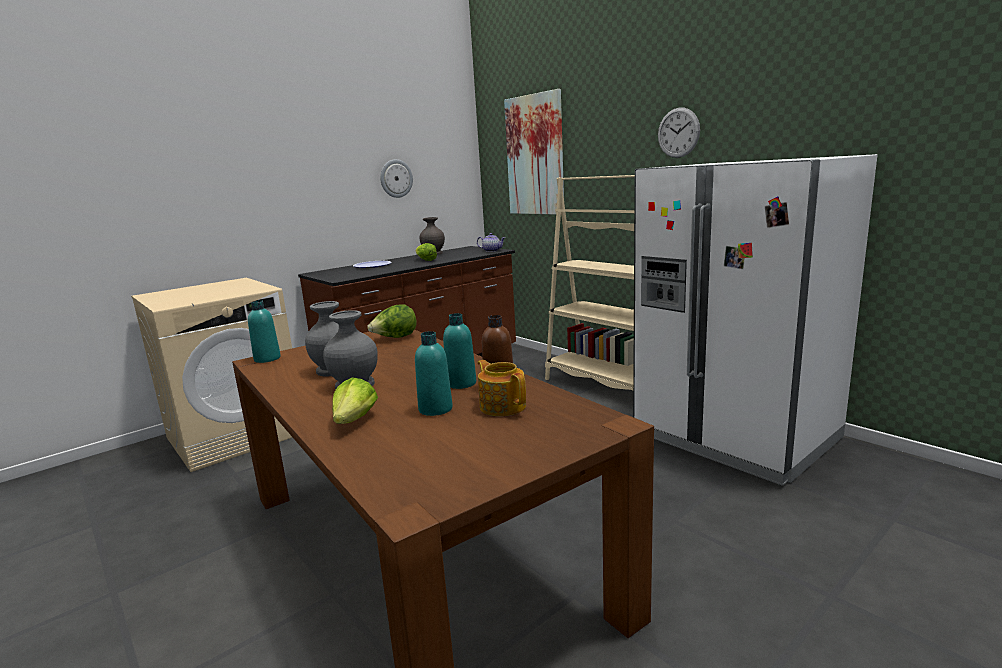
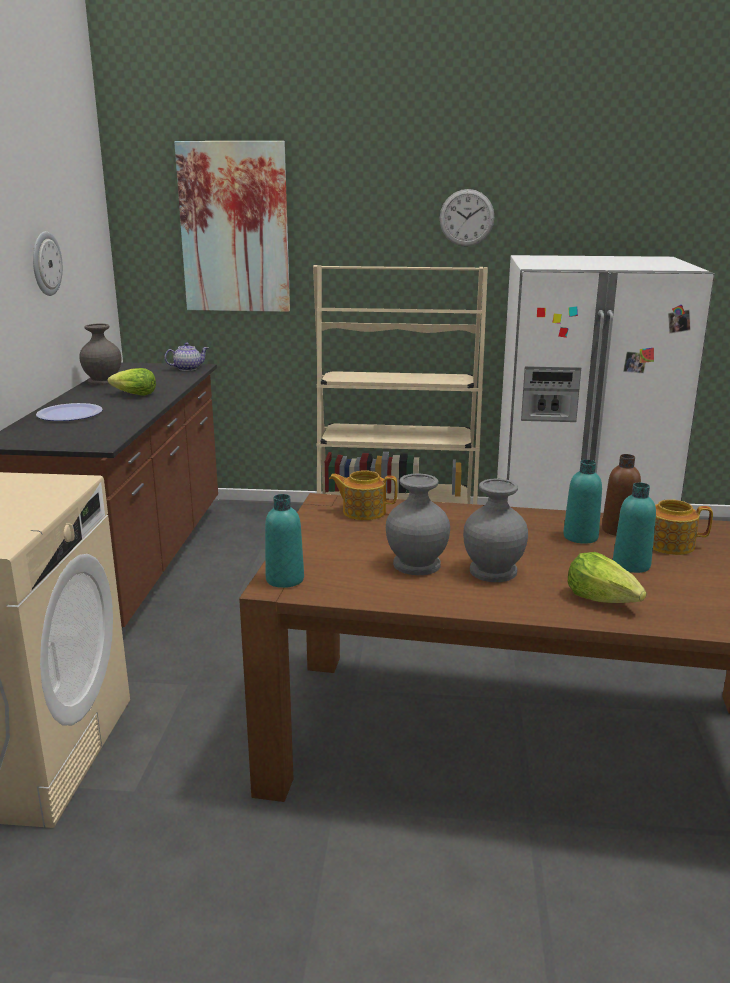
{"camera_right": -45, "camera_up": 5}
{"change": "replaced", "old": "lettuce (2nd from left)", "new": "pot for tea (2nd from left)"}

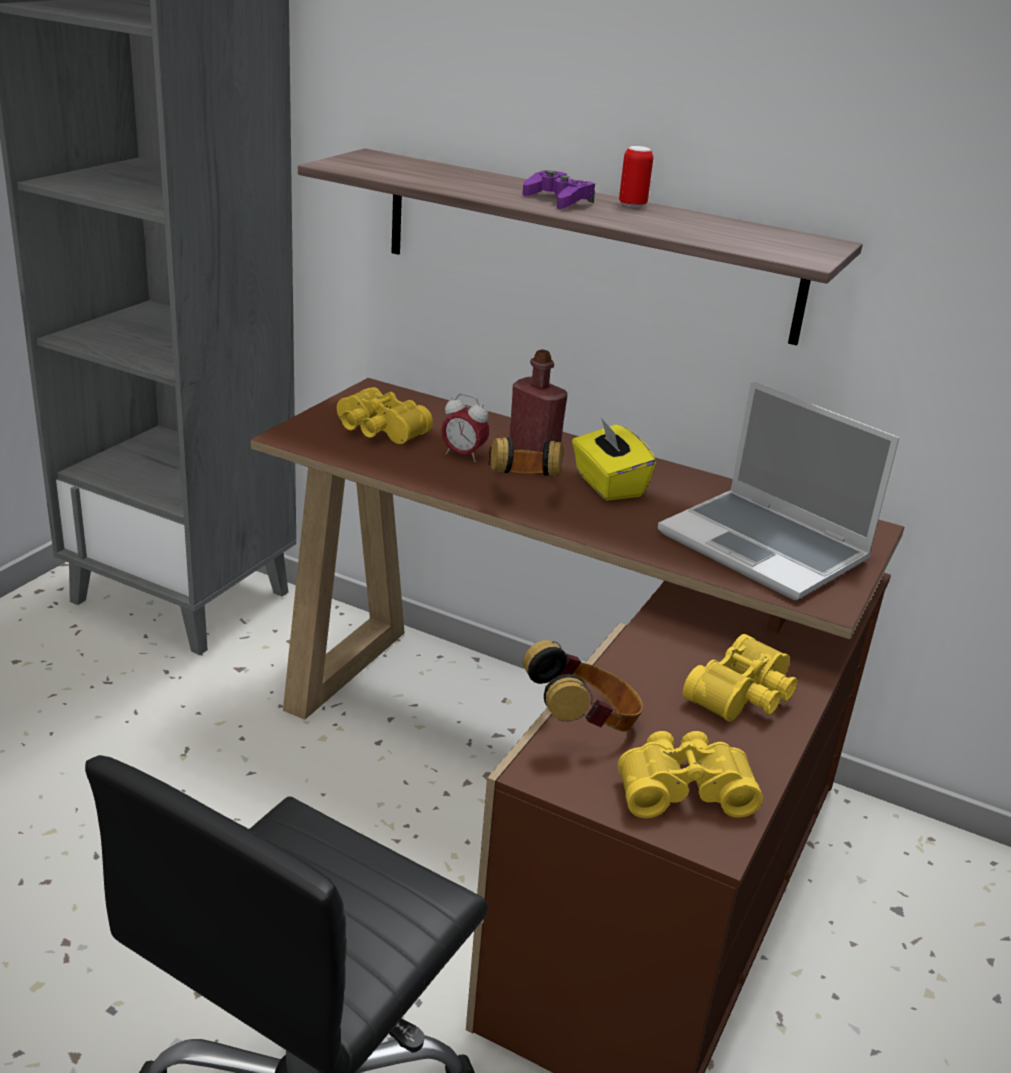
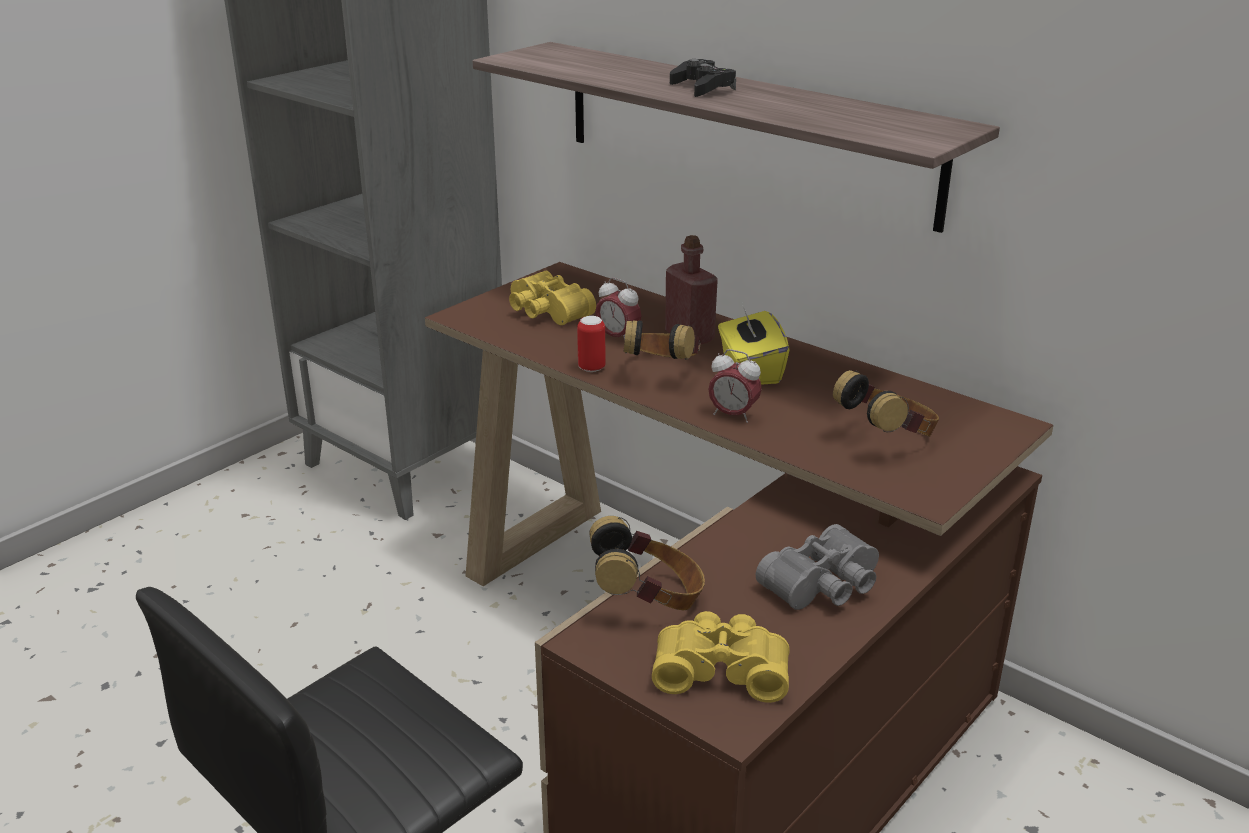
{"camera_right": 15, "camera_up": 0}
{"change": "moved", "old": "can"}
{"change": "recoloured", "old": "game controller in purplish", "new": "game controller in black"}
{"change": "added", "new": "table clock (2nd from left)"}
{"change": "recoloured", "old": "field glasses in yellow-coloured (3rd from left)", "new": "field glasses in greyish"}
{"change": "replaced", "old": "laptop", "new": "headset (3rd from left)"}

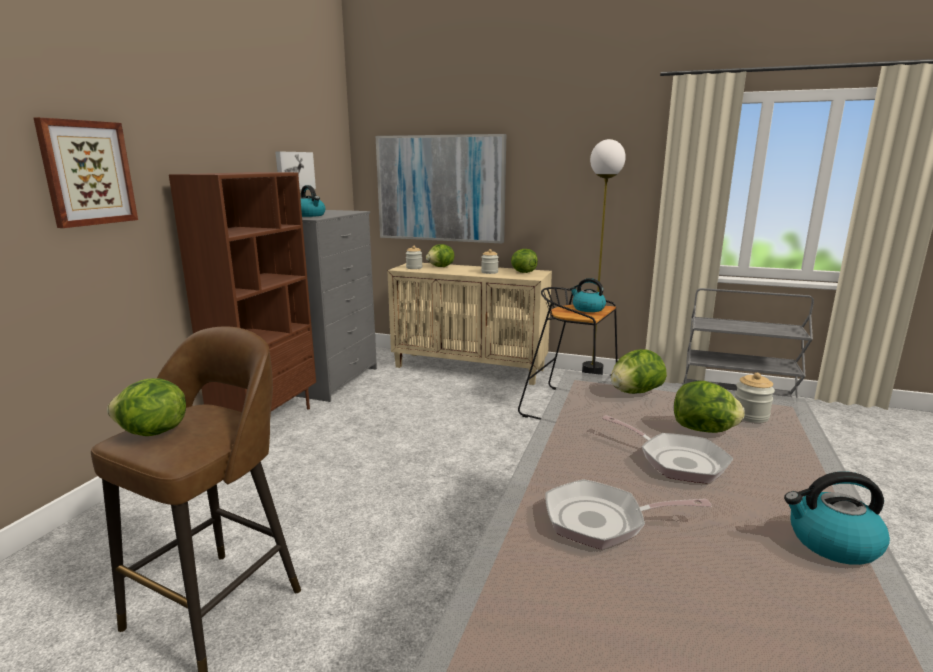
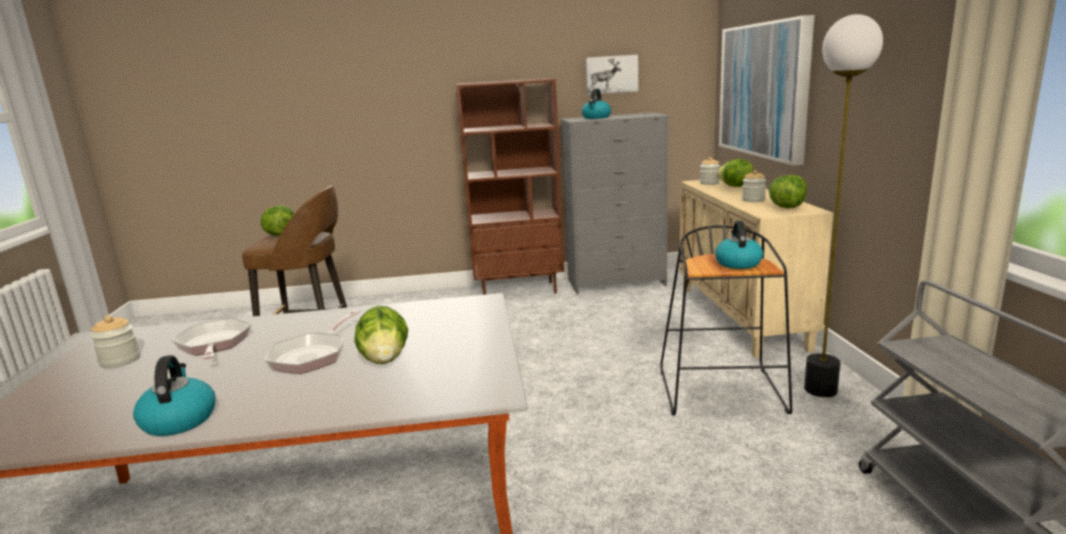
{"camera_right": 65, "camera_up": 0}
{"change": "moved", "old": "jar (3rd from left in the first image)", "new": "jar (1st from left)"}
{"change": "removed", "old": "wall picture (1st from left)"}
{"change": "removed", "old": "lettuce (4th from left)"}

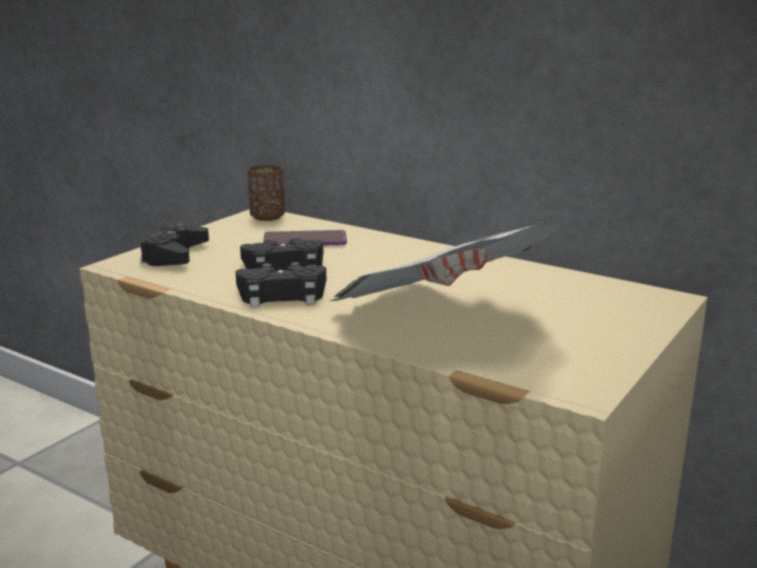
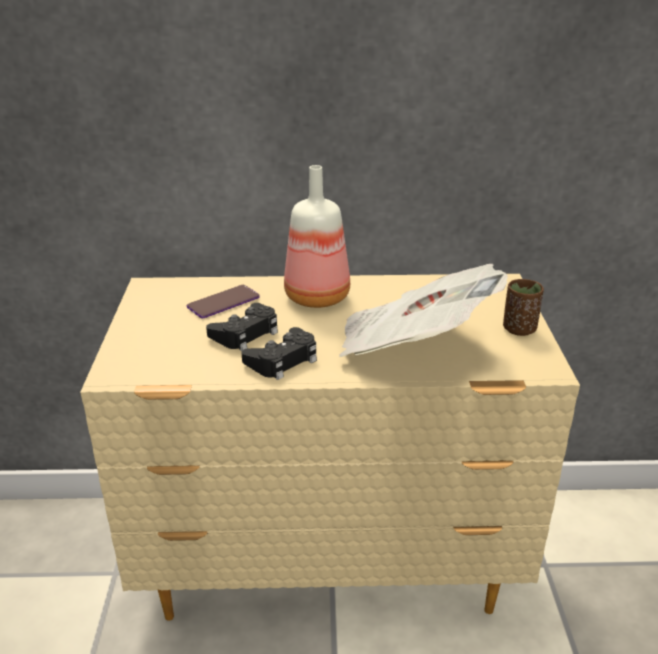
{"camera_right": -35, "camera_up": 10}
{"change": "added", "new": "beverage bottle"}
{"change": "moved", "old": "small cup in brown-coloured"}
{"change": "removed", "old": "game controller in black (1st from left)"}

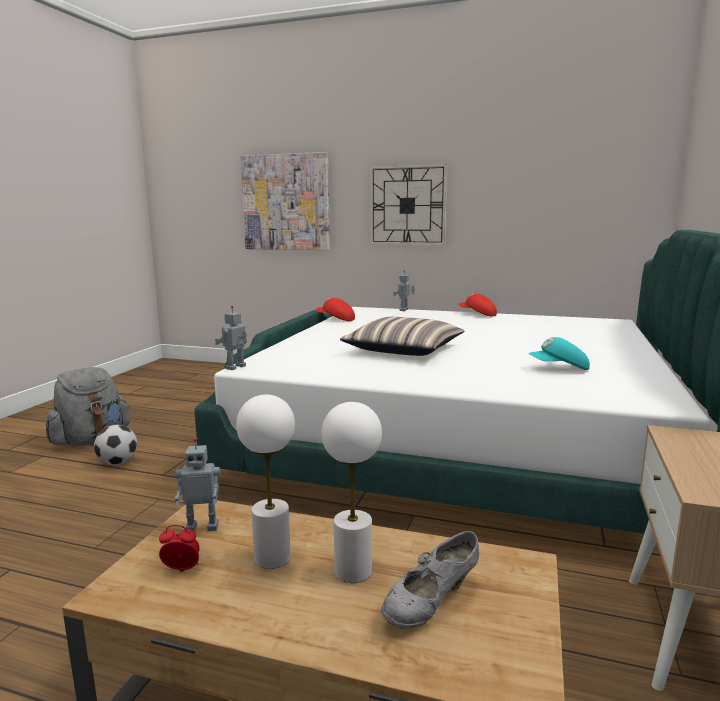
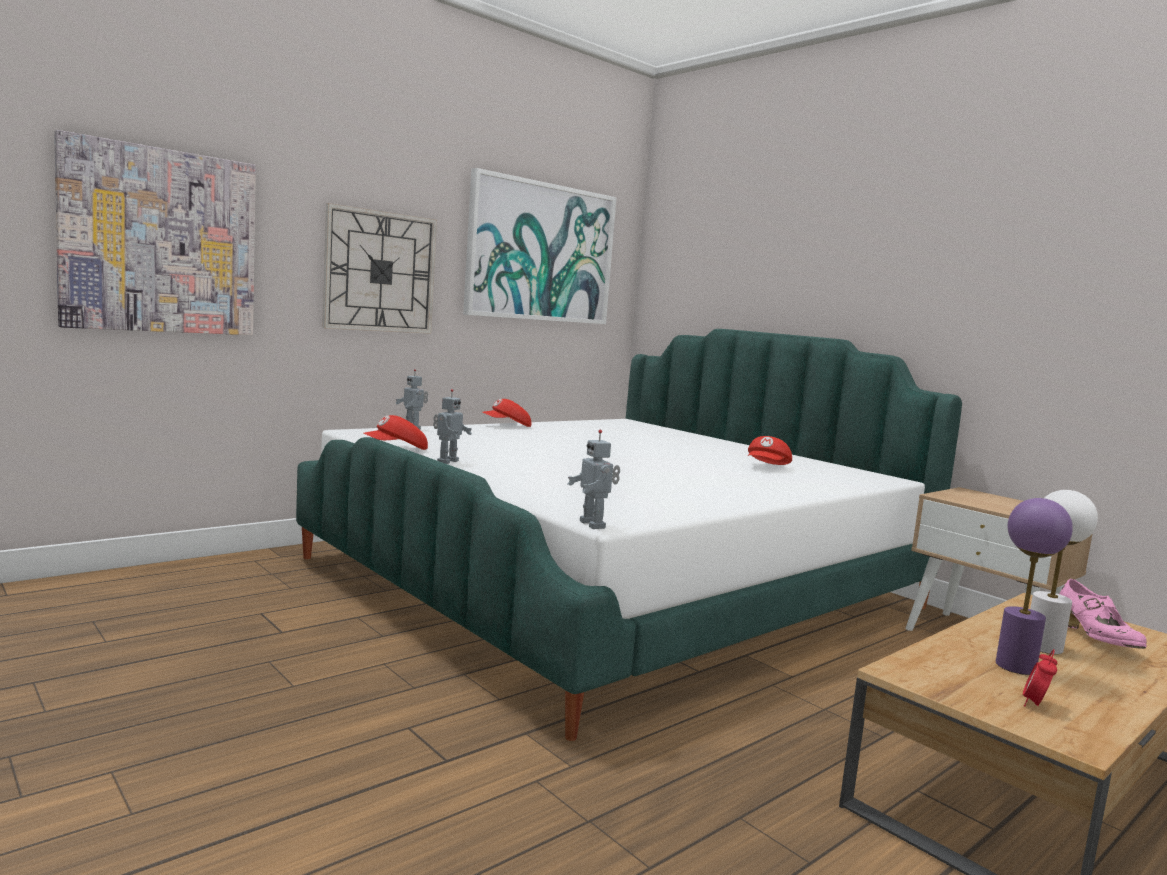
{"camera_right": -60, "camera_up": -5}
{"change": "moved", "old": "robot figure (1st from left in the first image)", "new": "robot figure (2nd from left)"}
{"change": "added", "new": "wall picture (2nd from left)"}
{"change": "recoloured", "old": "baseball cap in blue-green", "new": "baseball cap in red (3rd from left)"}
{"change": "recoloured", "old": "table lamp in whitish (1st from left)", "new": "table lamp in purplish"}
{"change": "recoloured", "old": "shoe in greyish", "new": "shoe in pink"}
{"change": "removed", "old": "rucksack in greyish"}
{"change": "removed", "old": "football"}
{"change": "removed", "old": "cushion"}

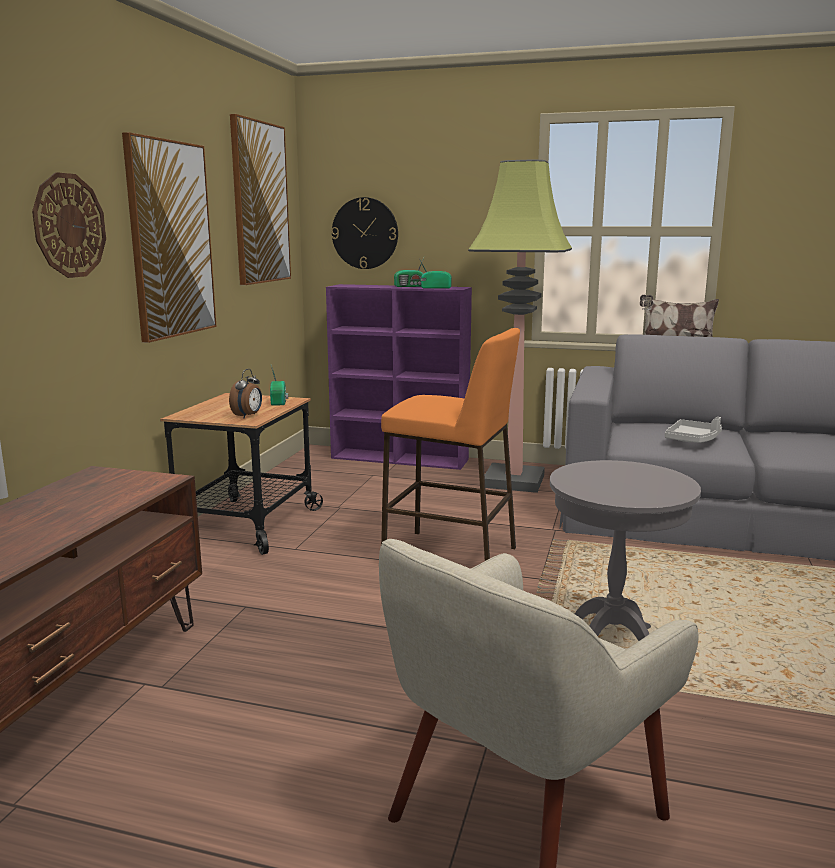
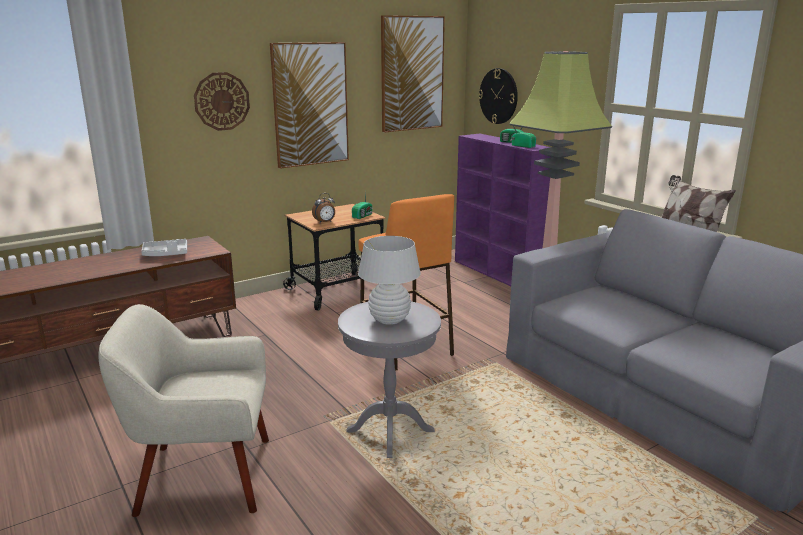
{"camera_right": 40, "camera_up": 5}
{"change": "moved", "old": "serving tray in greyish"}
{"change": "added", "new": "table lamp in whitish"}

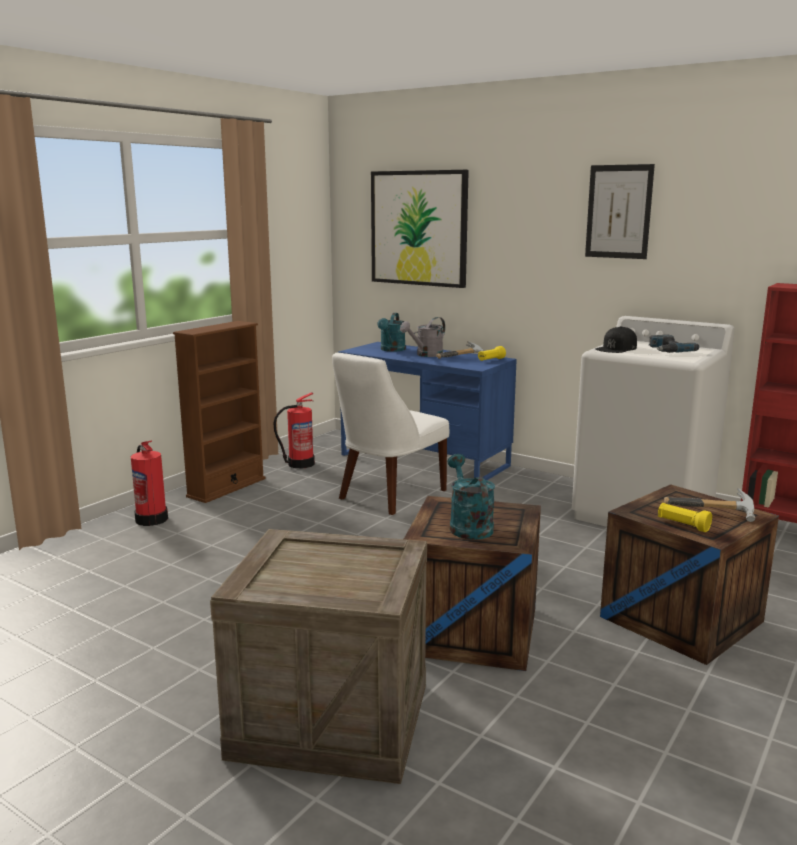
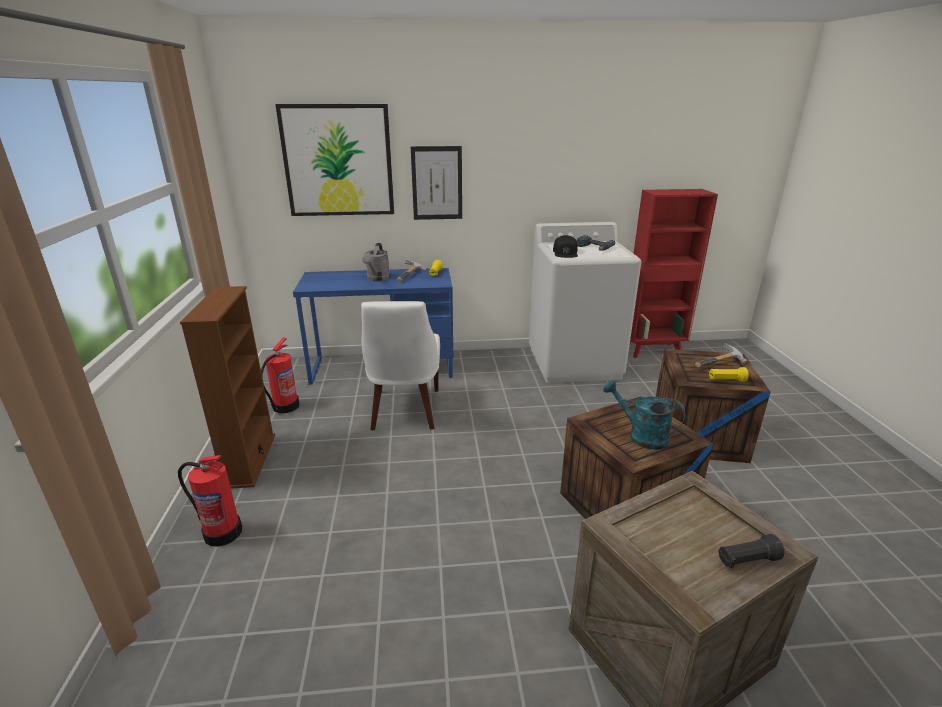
{"camera_right": -40, "camera_up": 10}
{"change": "moved", "old": "wall picture (2nd from left)"}
{"change": "added", "new": "torch in black"}
{"change": "removed", "old": "watering pot in blue-green (1st from left)"}

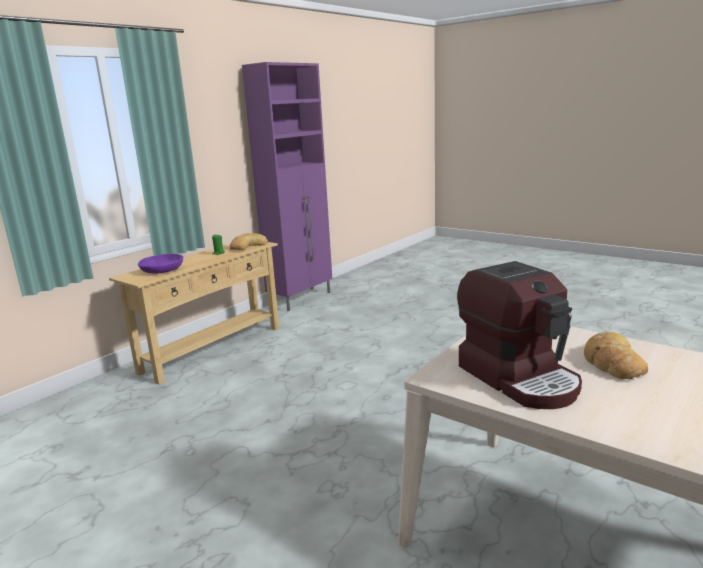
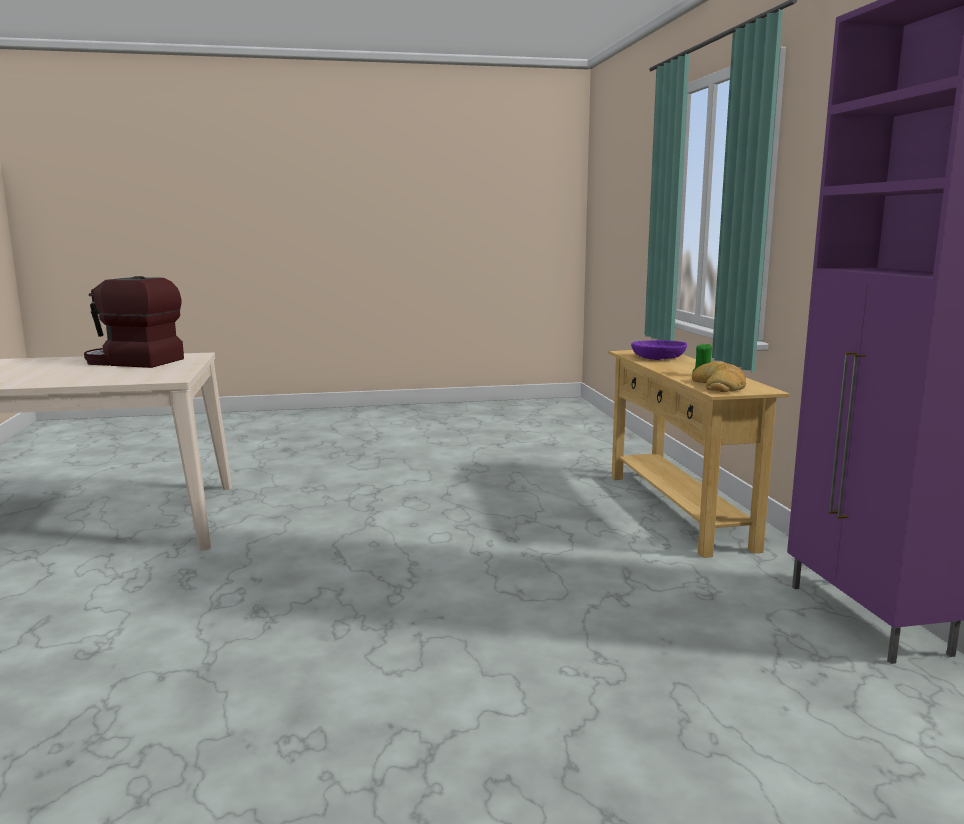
{"camera_right": 130, "camera_up": -5}
{"change": "removed", "old": "bread (2nd from left)"}

